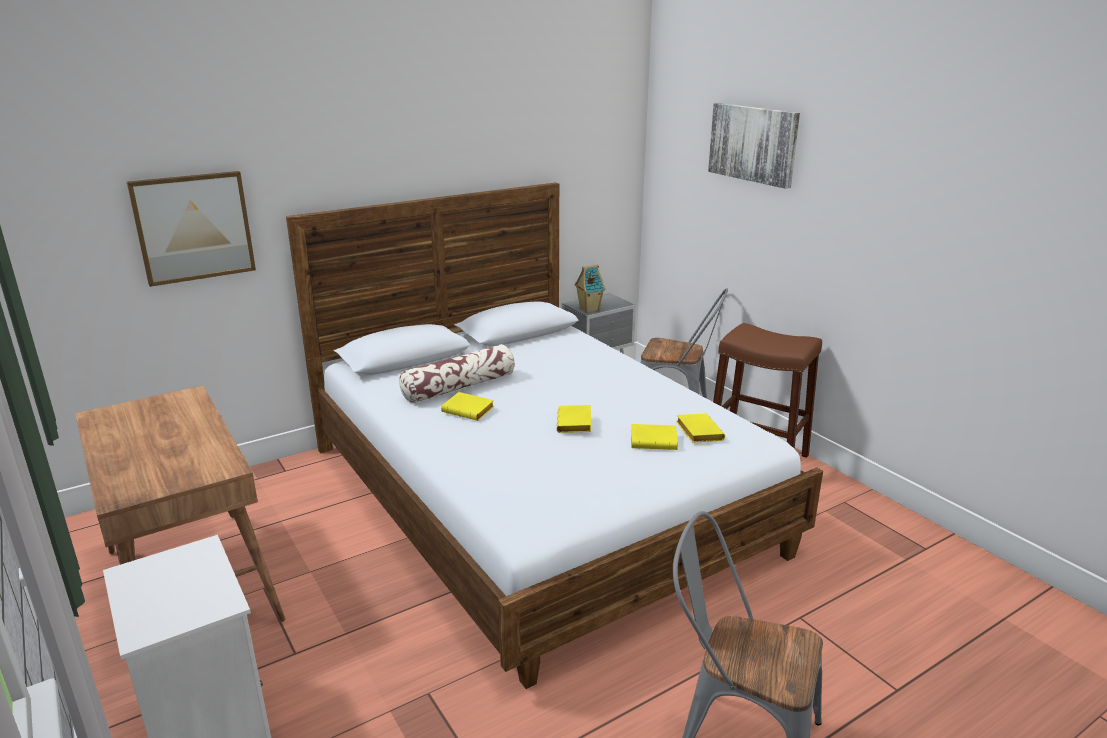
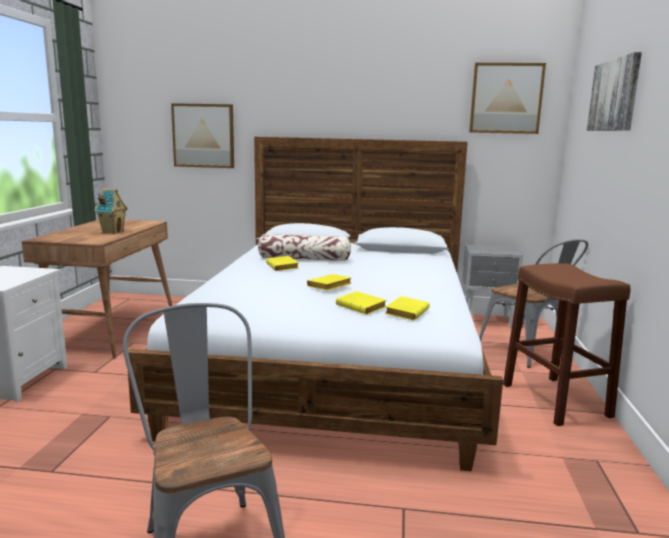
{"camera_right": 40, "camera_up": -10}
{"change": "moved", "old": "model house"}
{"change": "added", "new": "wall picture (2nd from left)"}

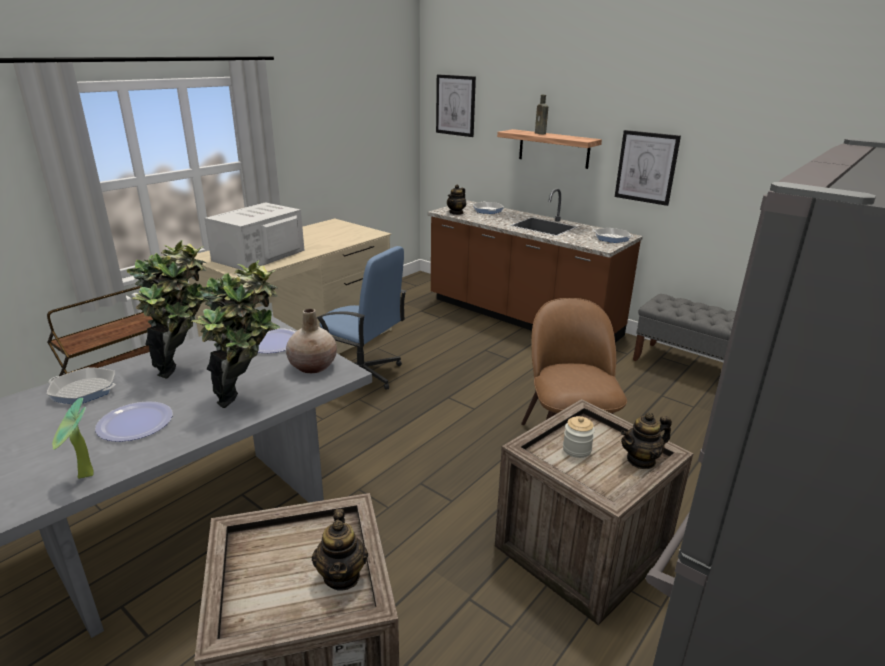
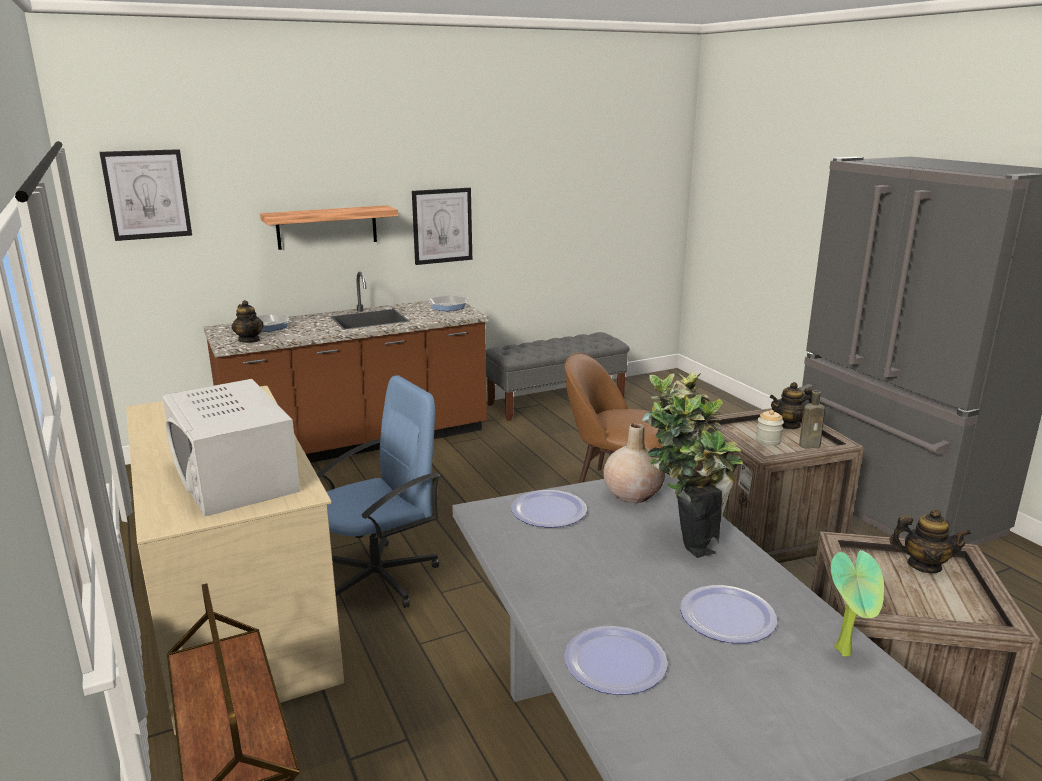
{"camera_right": -65, "camera_up": -5}
{"change": "replaced", "old": "frying pan (1st from left)", "new": "dinner plate (2nd from left)"}
{"change": "turned", "old": "pot for tea (3rd from left in the first image)", "degrees": 75}
{"change": "moved", "old": "beverage bottle in brown-coloured"}
{"change": "removed", "old": "potted plant (2nd from left)"}

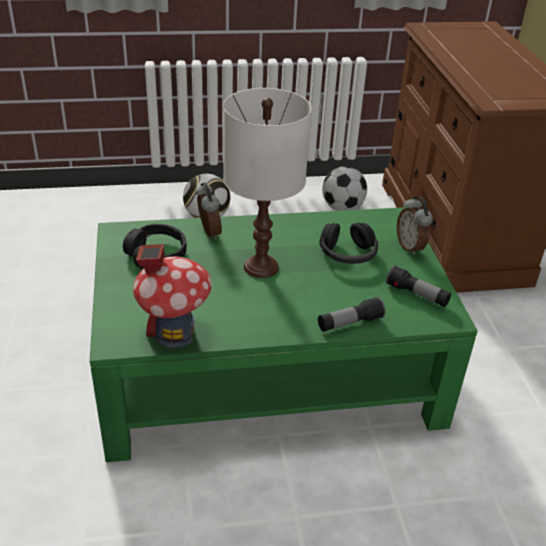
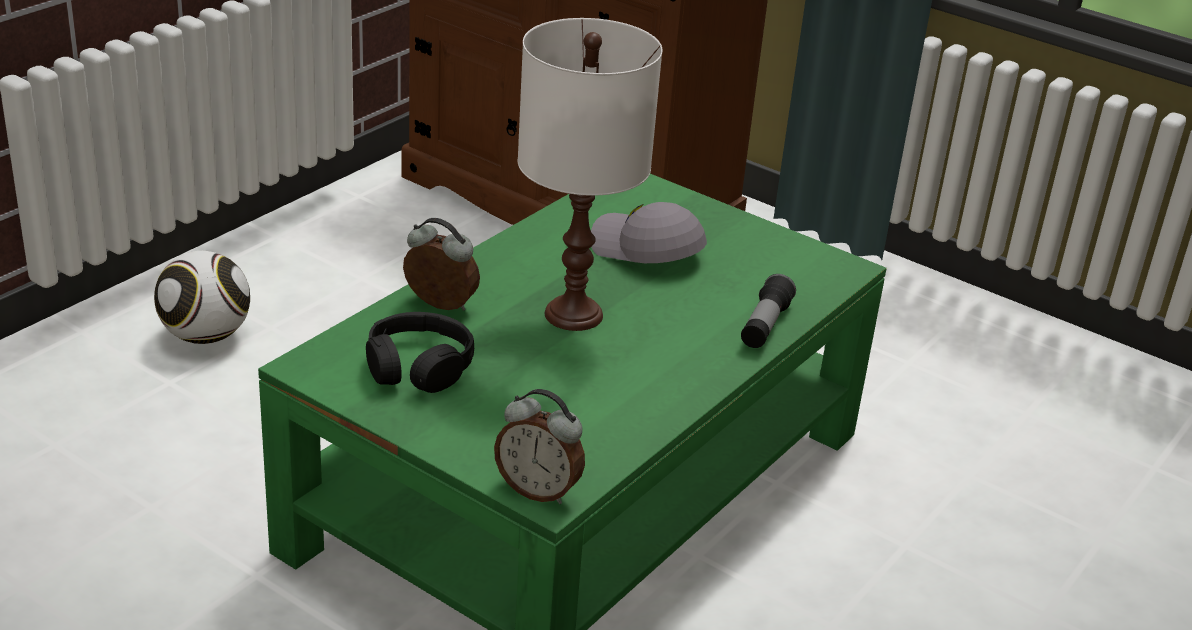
{"camera_right": -45, "camera_up": -5}
{"change": "moved", "old": "table clock (2nd from left)"}
{"change": "replaced", "old": "headset in black (2nd from left)", "new": "baseball cap in greyish"}
{"change": "removed", "old": "model house"}
{"change": "removed", "old": "football (2nd from left)"}
{"change": "removed", "old": "torch (2nd from left)"}

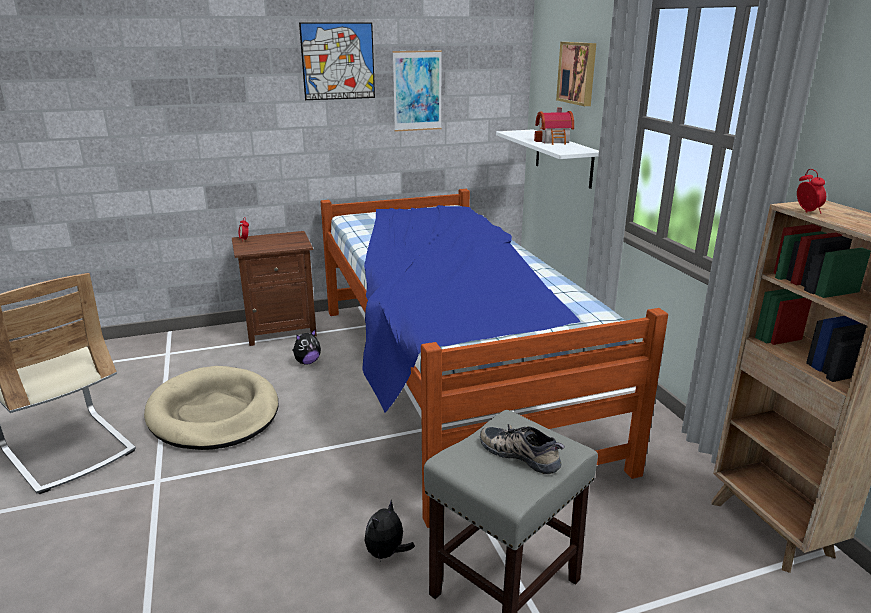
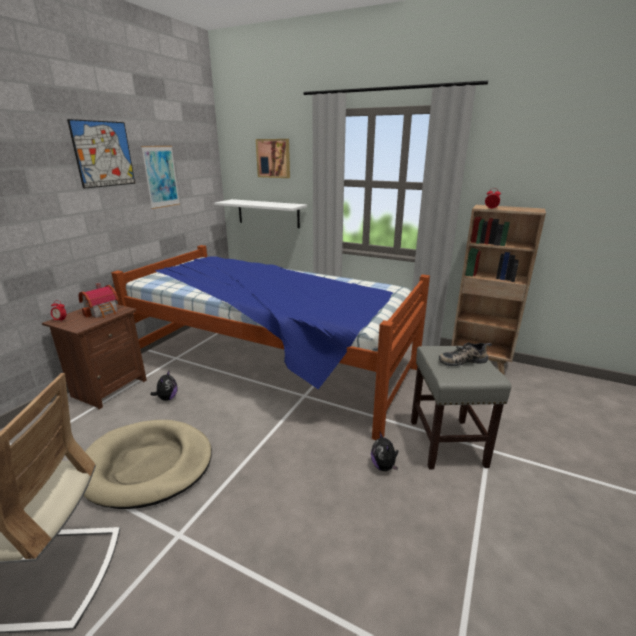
{"camera_right": -45, "camera_up": 0}
{"change": "moved", "old": "model house"}

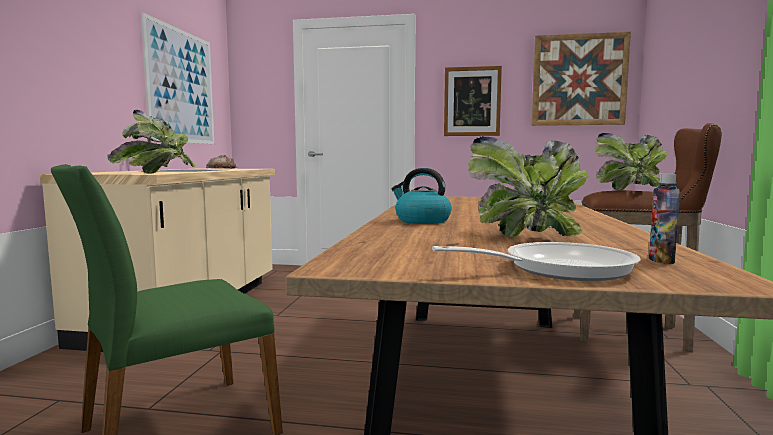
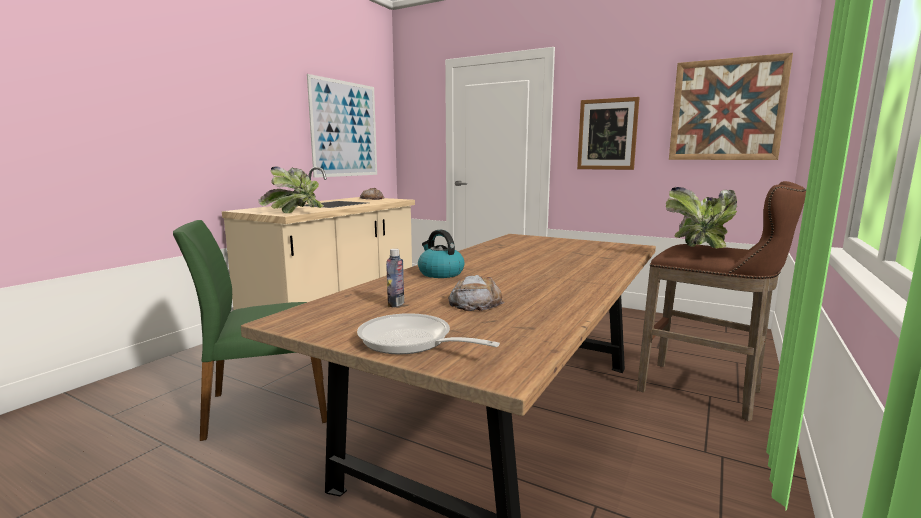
{"camera_right": 20, "camera_up": 5}
{"change": "turned", "old": "frying pan", "degrees": -150}
{"change": "moved", "old": "beverage bottle"}
{"change": "replaced", "old": "potted plant (2nd from left)", "new": "bread (2nd from left)"}

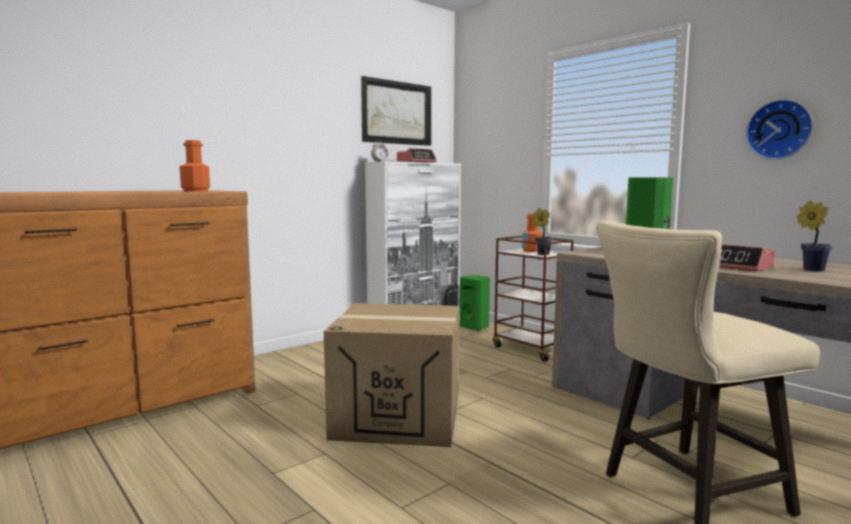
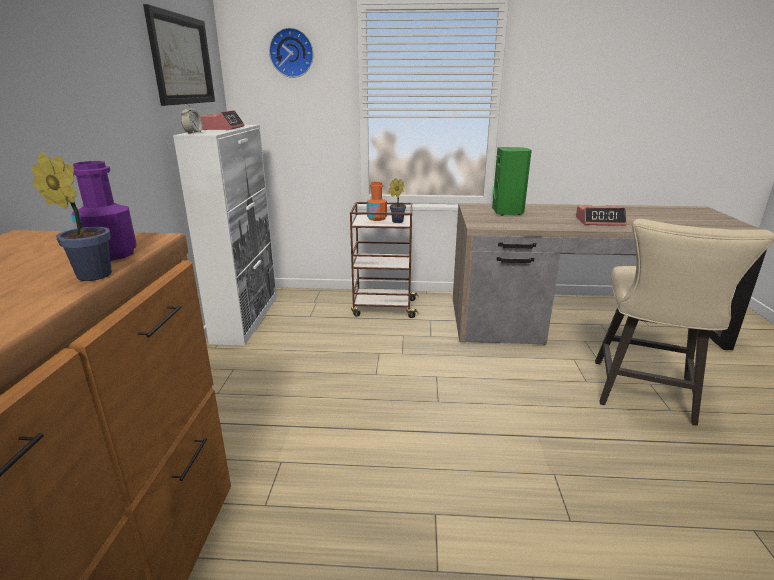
{"camera_right": -45, "camera_up": 15}
{"change": "moved", "old": "potted plant (2nd from left in the first image)", "new": "potted plant (1st from left)"}
{"change": "recoloured", "old": "beverage bottle in orange (1st from left)", "new": "beverage bottle in purplish"}
{"change": "moved", "old": "hanging clock"}
{"change": "removed", "old": "carton"}
{"change": "removed", "old": "speaker in green-coloured (1st from left)"}

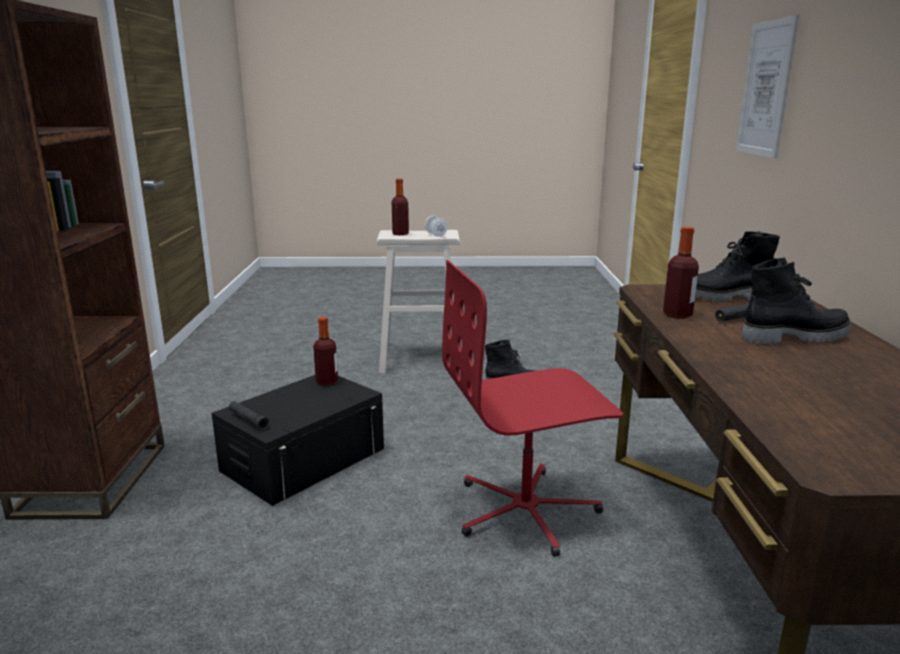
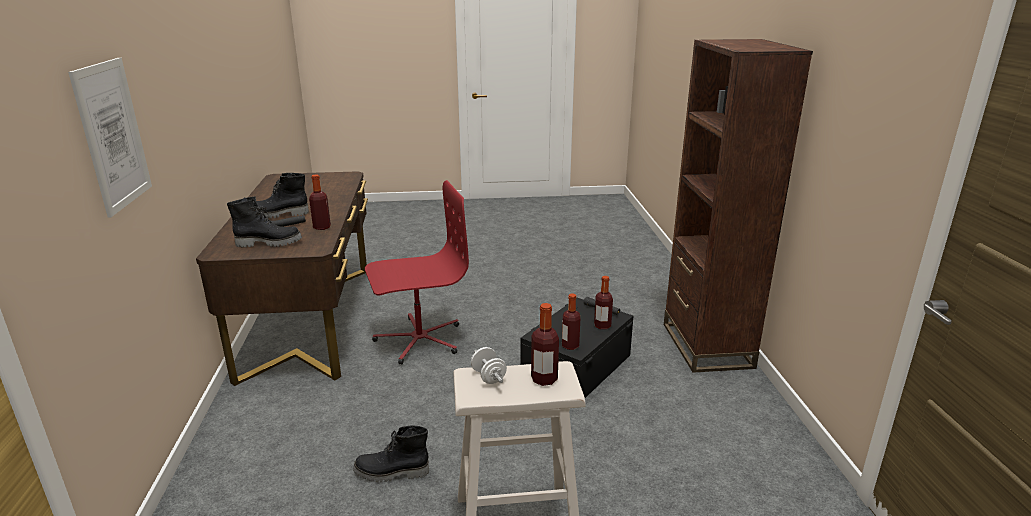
{"camera_right": 175, "camera_up": 5}
{"change": "added", "new": "beverage bottle (4th from left)"}

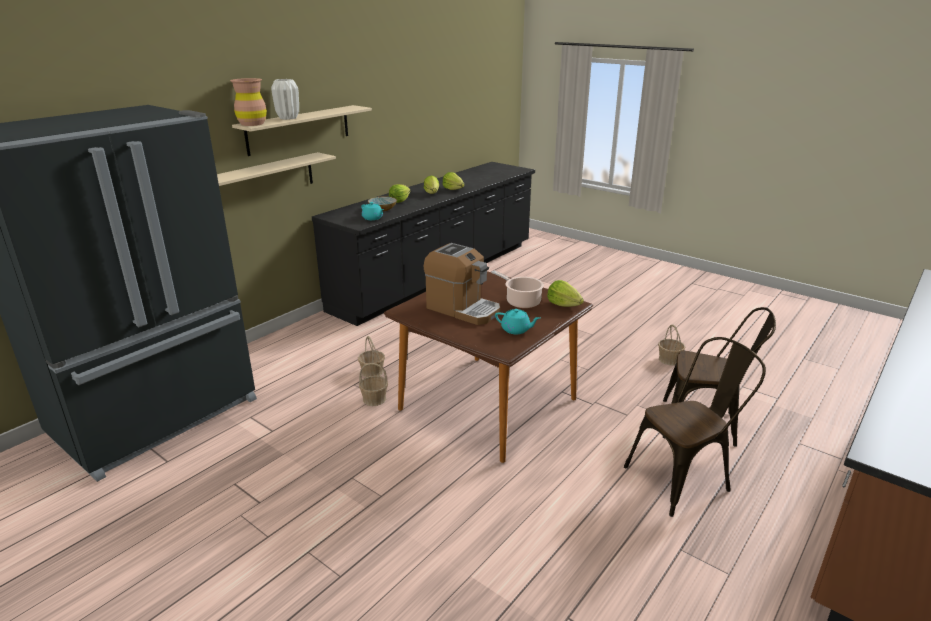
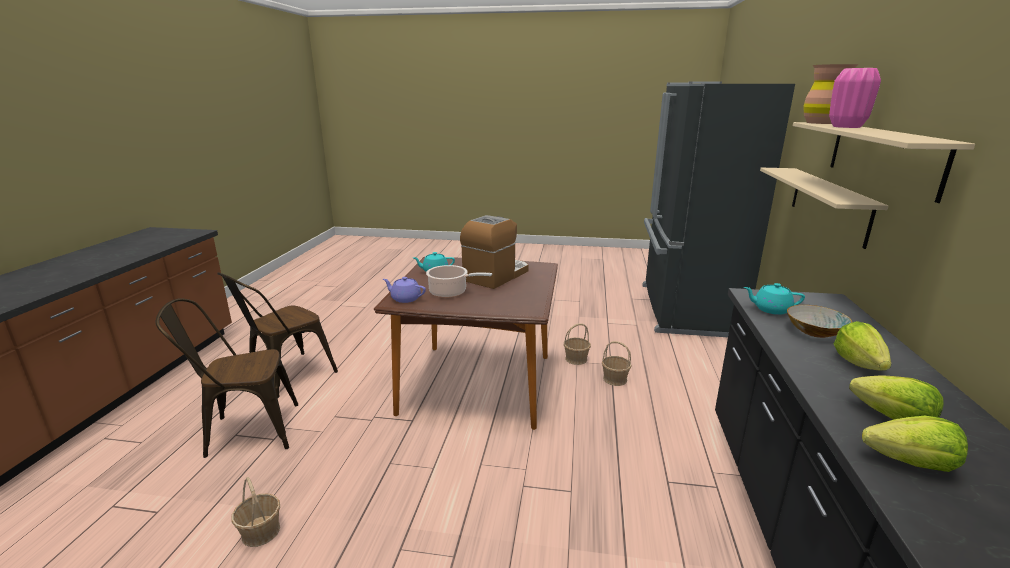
{"camera_right": 150, "camera_up": -5}
{"change": "replaced", "old": "lettuce (4th from left)", "new": "pot for tea in purplish"}
{"change": "turned", "old": "coffee brewer", "degrees": 120}
{"change": "recoloured", "old": "decorative vase in whitish", "new": "decorative vase in pink"}

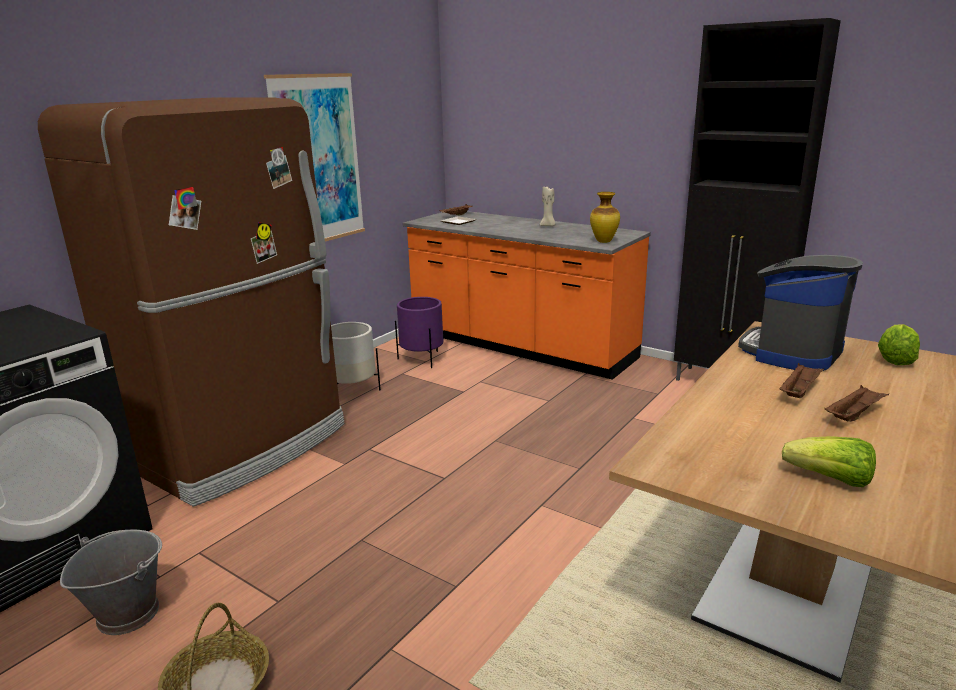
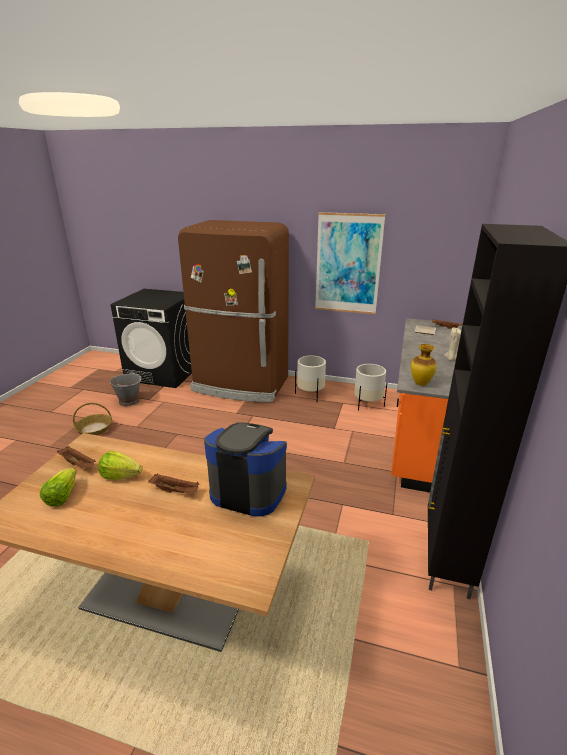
{"camera_right": 70, "camera_up": 5}
{"change": "moved", "old": "serving tray in brown-coloured (3rd from left in the first image)", "new": "serving tray in brown-coloured (1st from left)"}
{"change": "moved", "old": "lettuce (2nd from left)"}
{"change": "recoloured", "old": "flower pot in purplish", "new": "flower pot in whitish (2nd from left)"}

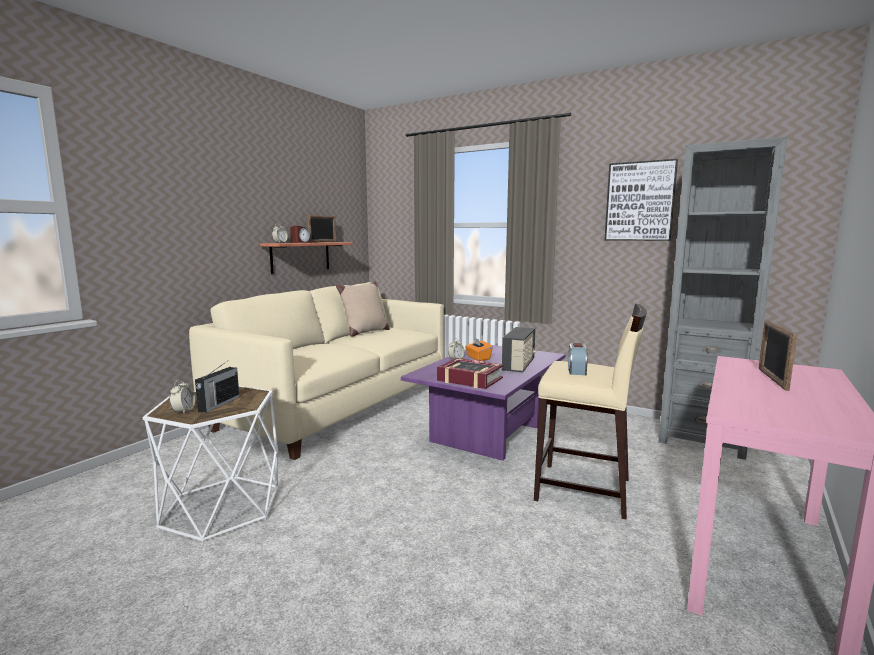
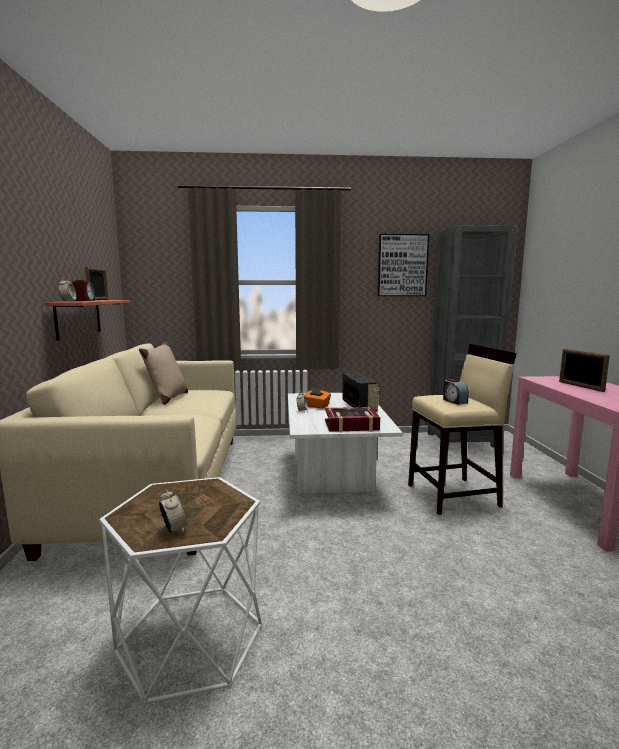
{"camera_right": -35, "camera_up": 0}
{"change": "recoloured", "old": "coffee table in purplish", "new": "coffee table in whitish"}
{"change": "removed", "old": "radio (1st from left)"}

